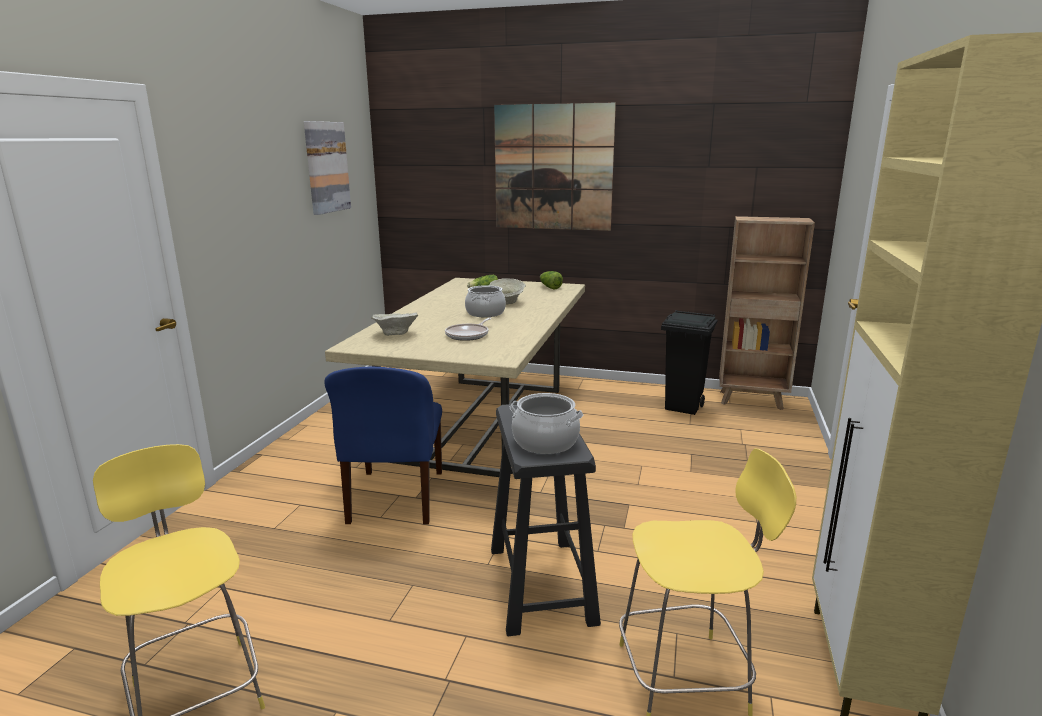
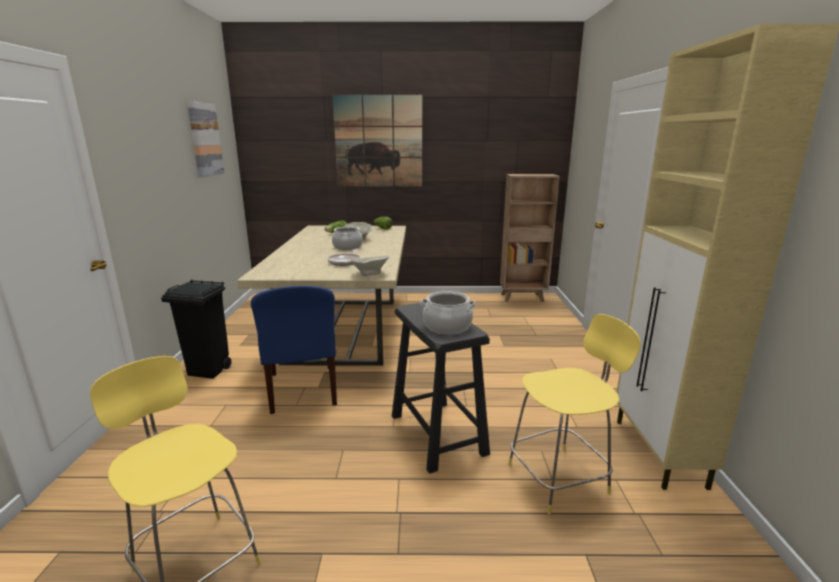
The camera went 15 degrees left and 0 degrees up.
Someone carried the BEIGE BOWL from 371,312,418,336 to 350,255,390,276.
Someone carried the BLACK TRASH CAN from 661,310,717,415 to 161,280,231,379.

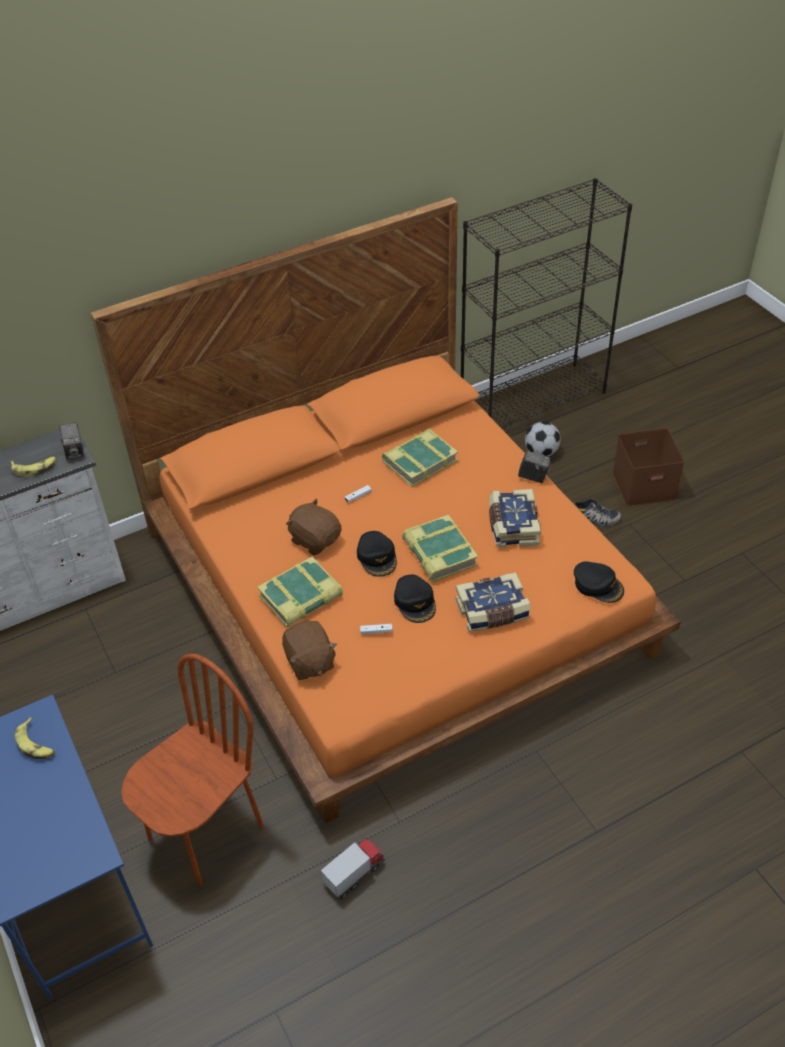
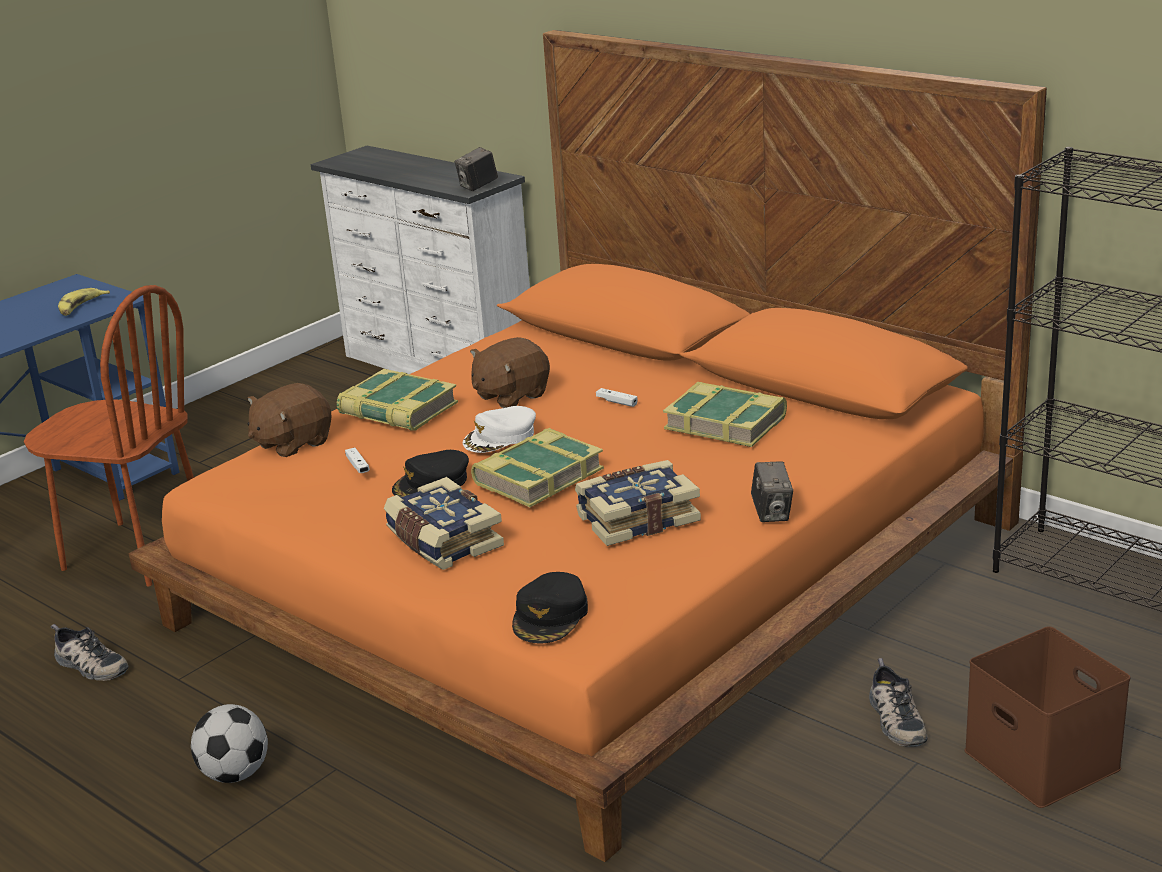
The camera went 70 degrees right and 20 degrees down.
Someone took away the BANANA at 10,457,56,477.
Someone rotated the BROWN PLUSH TOY at 286,498,341,555 by 150 degrees counterclockwise.
Someone swapped the TOY TRUCK at 320,838,385,899 for the SHOE at 51,624,129,681.
Someone repainted the BLACK CAP at 357,531,397,577, which became the WHITE CAP at 463,406,536,453.
Someone carried the FOOTBALL from 525,422,561,457 to 191,704,268,783.

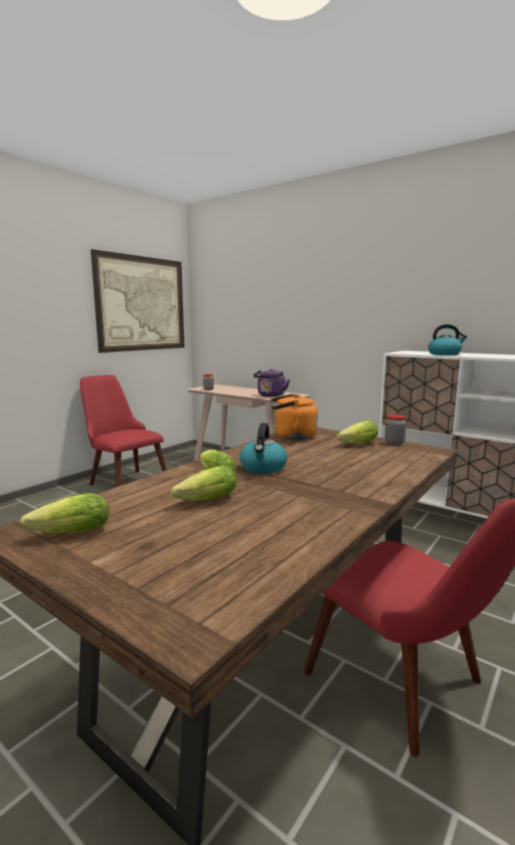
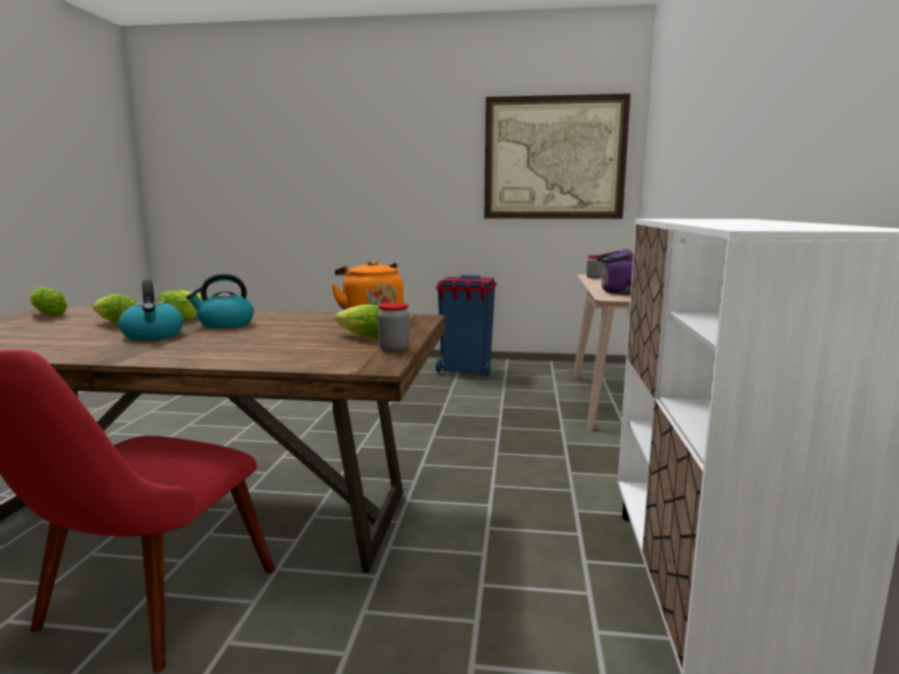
The camera went 60 degrees right and 0 degrees up.
Someone swapped the RED CHAIR at 80,375,167,487 for the BLUE TRASH CAN at 436,275,497,376.
Someone carried the KETTLE from 428,324,467,355 to 118,280,184,340.

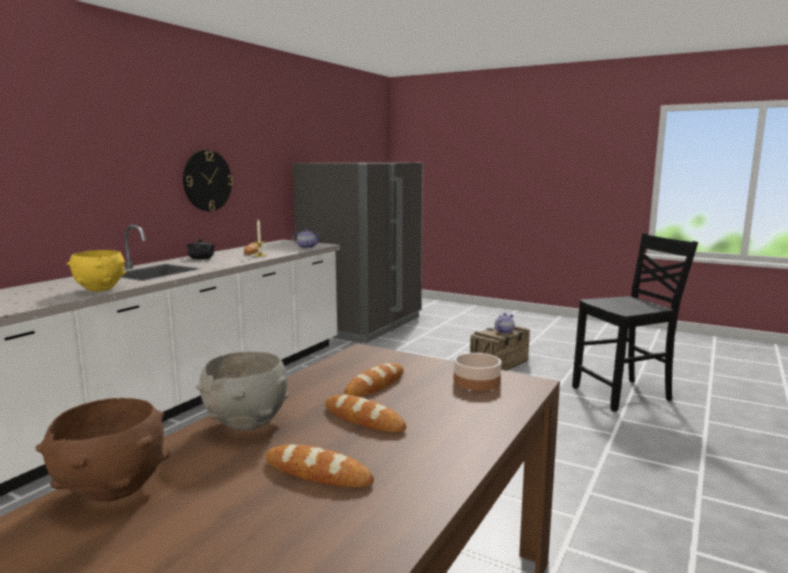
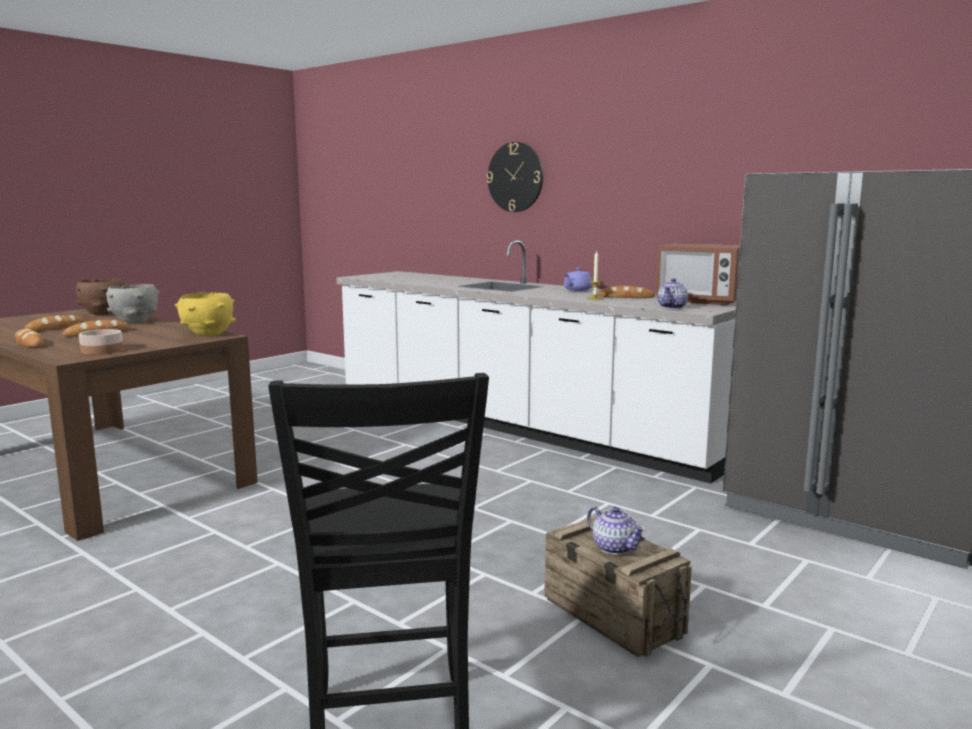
The camera went 100 degrees right and 0 degrees up.
Someone carried the YELLOW BOWL from 67,250,126,292 to 175,293,236,336.
Someone carried the WALL CLOCK from 183,150,233,211 to 487,142,543,212.
Someone repainted the BLACK TEAPOT at 187,239,215,259, which became the PURPLE TEAPOT at 564,268,593,291.
Someone carried the BREAD from 344,363,404,397 to 15,329,44,347.
Someone put down the MICROWAVE at 655,243,740,305.

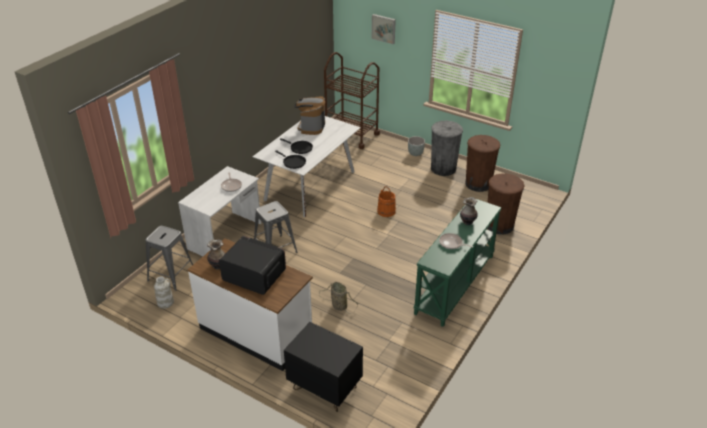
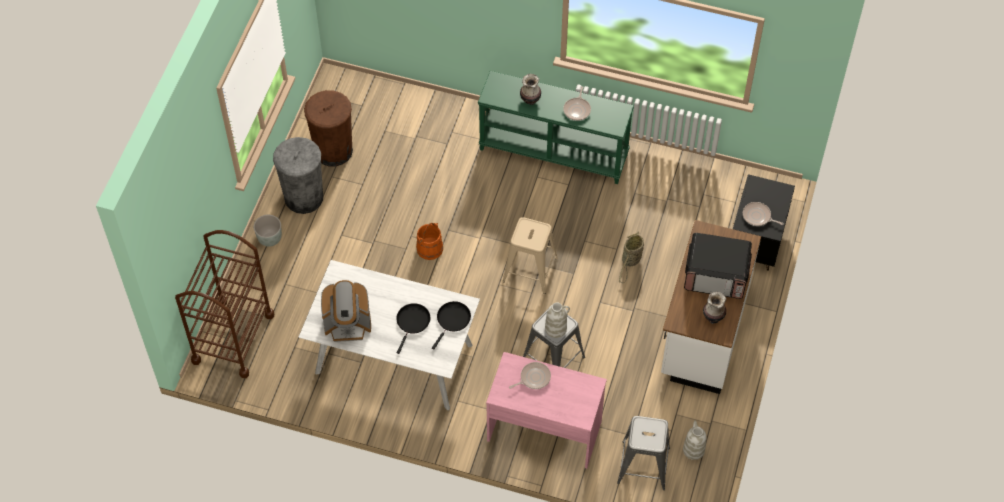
The camera went 105 degrees left and 20 degrees up.
Someone repainted the WHITE DESK at 178,166,261,256, which became the PINK DESK at 486,352,607,468.
Someone rotated the MICROWAVE at 219,236,286,295 by 90 degrees counterclockwise.
Someone took away the PICTURE at 372,14,396,44.
Someone took away the BROWN TRASH CAN at 487,173,525,235.
Someone put down the BEIGE STOOL at 502,217,558,294.
Someone put down the WHITE VASE at 545,302,570,338.
Someone put down the FRYING PAN at 743,202,784,226.

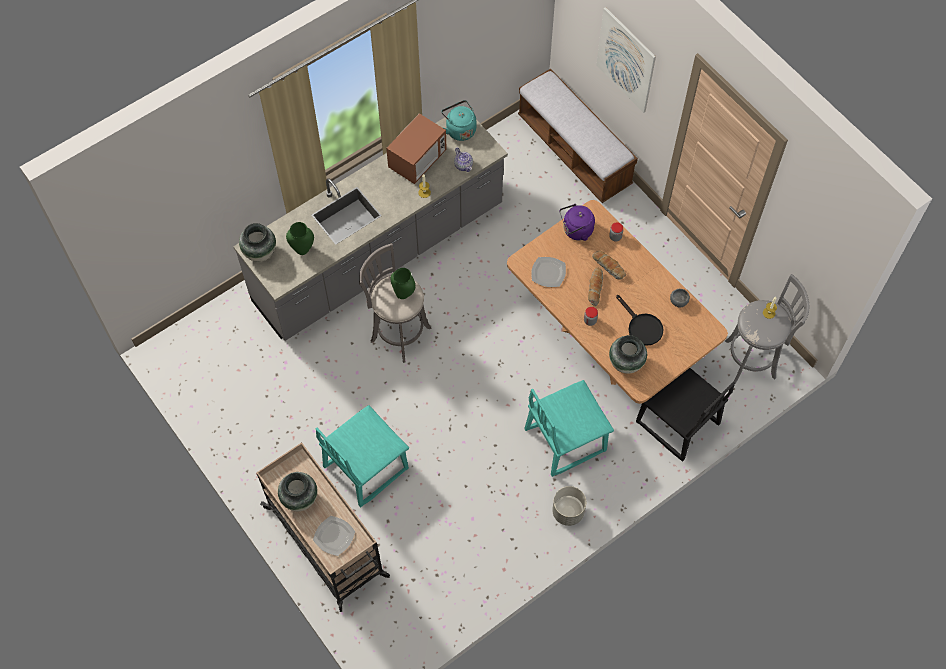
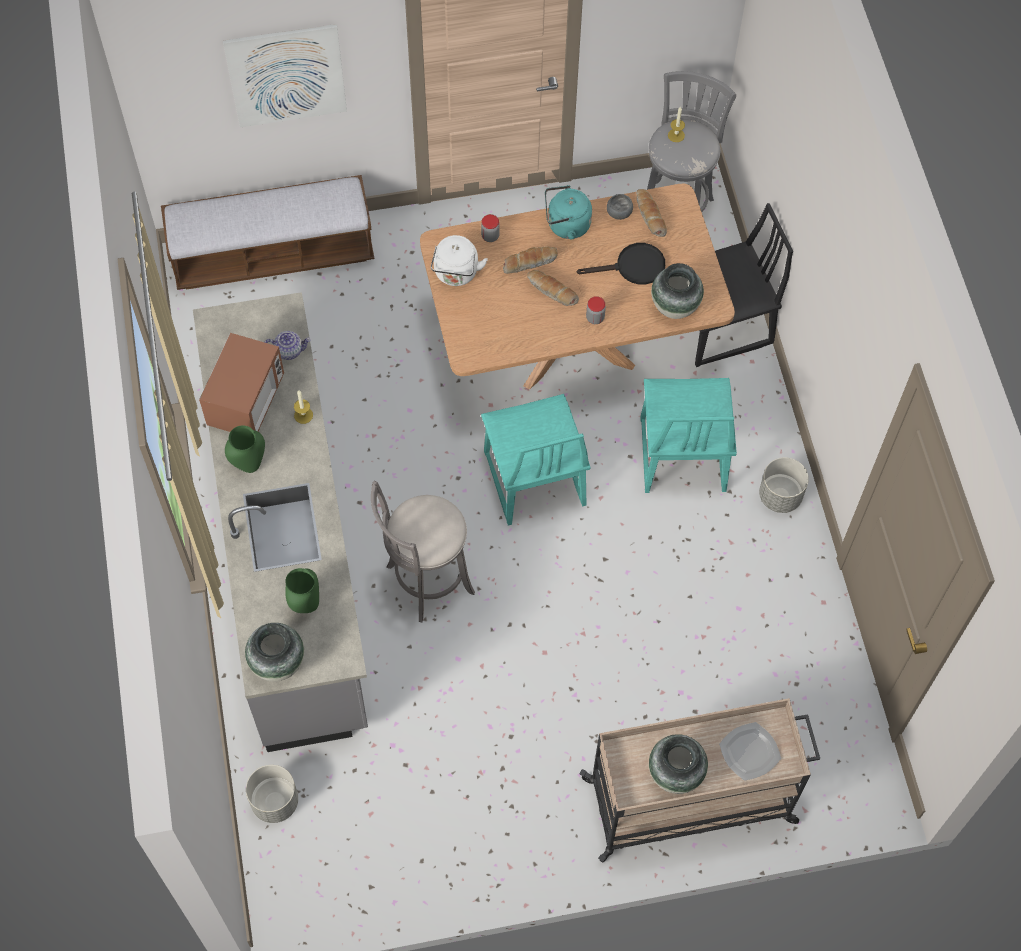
The camera went 65 degrees left and 0 degrees up.
Someone carried the TURQUOISE CHAIR from 316,405,409,508 to 481,394,591,526.
Someone rotated the MICROWAVE at 386,113,447,184 by 45 degrees clockwise.
Someone carried the GREEN VASE from 391,268,415,299 to 225,425,265,473.
Someone carried the TURQUOISE KETTLE from 441,100,476,141 to 545,185,592,240.
Someone took away the PLATE at 531,257,566,287.
Someone repainted the PURPLE KETTLE at 559,204,595,241, which became the WHITE KETTLE at 431,235,488,286.
Someone put down the GREY PLANTER at 246,765,298,823.
Someone put down the BREAD at 636,189,667,237.

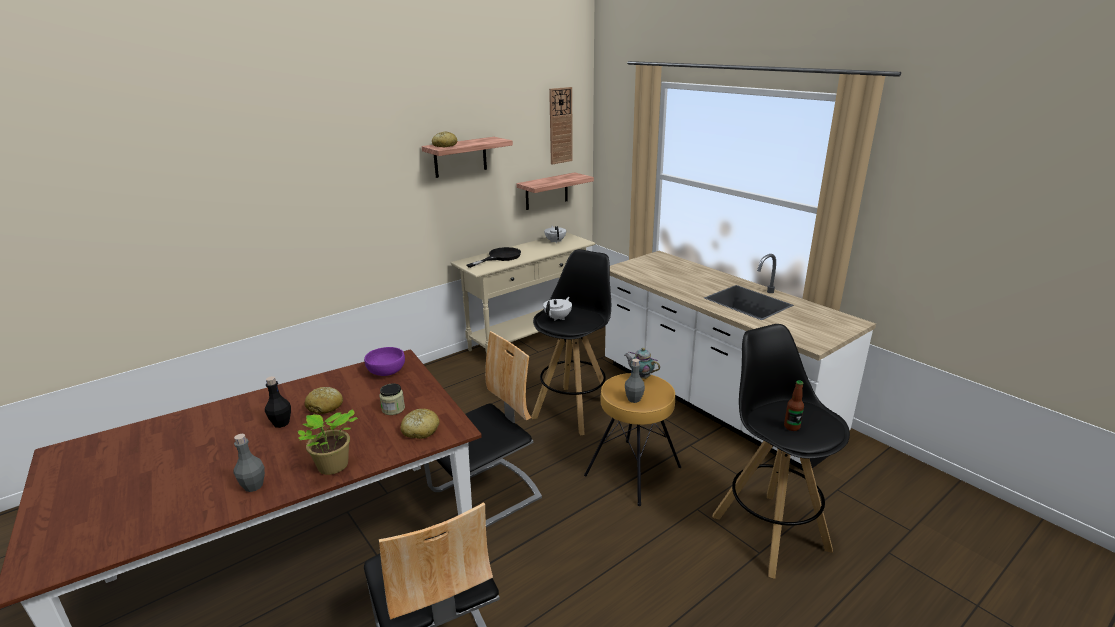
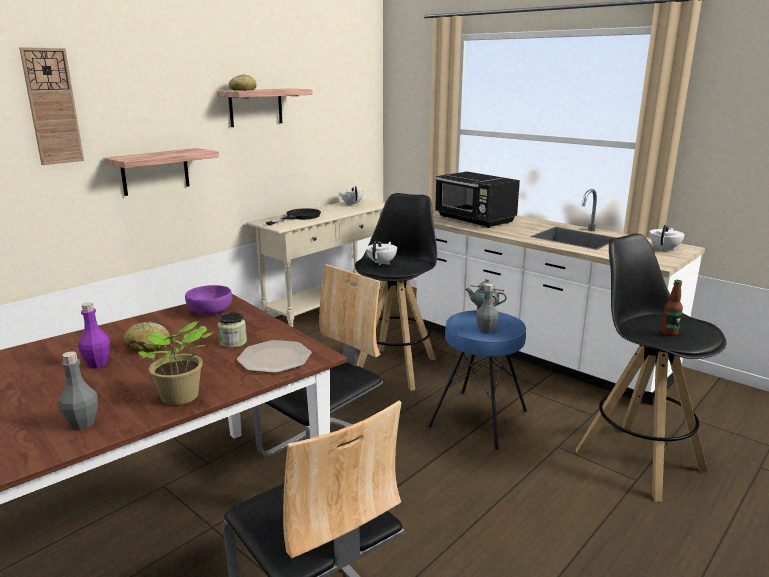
The camera went 10 degrees left and 5 degrees down.
Someone repainted the BLACK BOTTLE at 265,376,291,428, which became the PURPLE BOTTLE at 78,302,110,368.
Someone swapped the BREAD at 400,409,440,439 for the PLATE at 237,340,312,373.
Someone carried the SHELF from 516,172,594,210 to 104,148,219,196.
Someone carried the WALL CLOCK from 549,87,573,164 to 19,47,84,165.
Someone repainted the BROWN STOOL at 584,373,681,506, which became the BLUE STOOL at 428,310,527,450.
Someone put down the BLACK MICROWAVE at 435,172,520,228.
Someone put down the WHITE TEAPOT at 649,225,685,251.

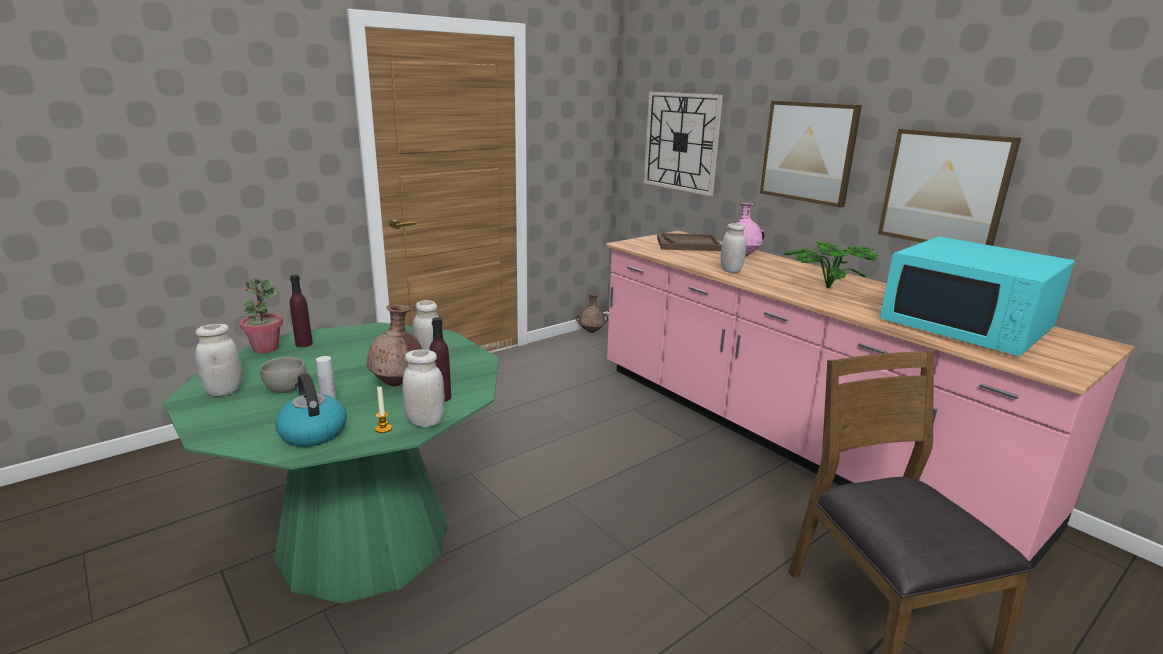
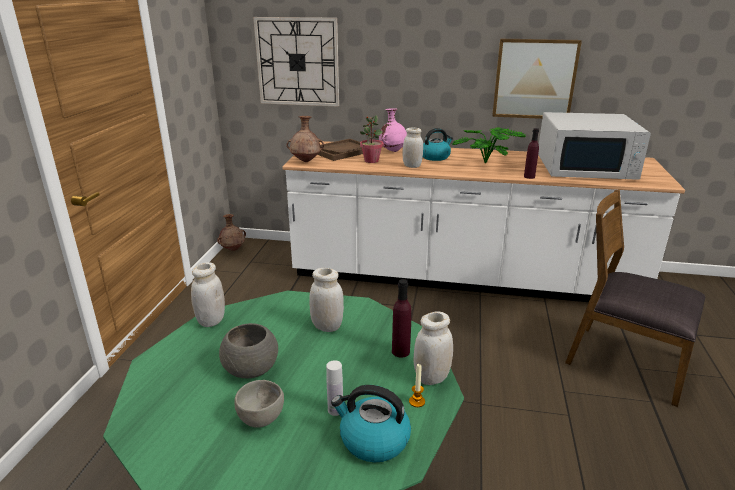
The camera went 40 degrees left and 5 degrees up.
Someone carried the WHITE JAR from 195,324,242,396 to 191,262,225,327.
Someone carried the POTTED PLANT from 240,277,283,353 to 360,115,383,163.
Someone carried the PURPLE BOTTLE from 290,275,313,347 to 524,128,539,179.
Someone carried the BROWN VASE from 367,304,422,387 to 286,116,324,162.
Someone repainted the PINK COUNTER at 606,231,1135,568, which became the WHITE COUNTER at 282,141,685,302.
Someone took away the PICTURE at 760,101,862,208.
Someone repainted the TURQUOISE MICROWAVE at 880,237,1075,356, which became the WHITE MICROWAVE at 538,112,651,180.
Someone put down the GREY BOWL at 219,323,278,378.
Someone put down the KETTLE at 423,128,453,161.

